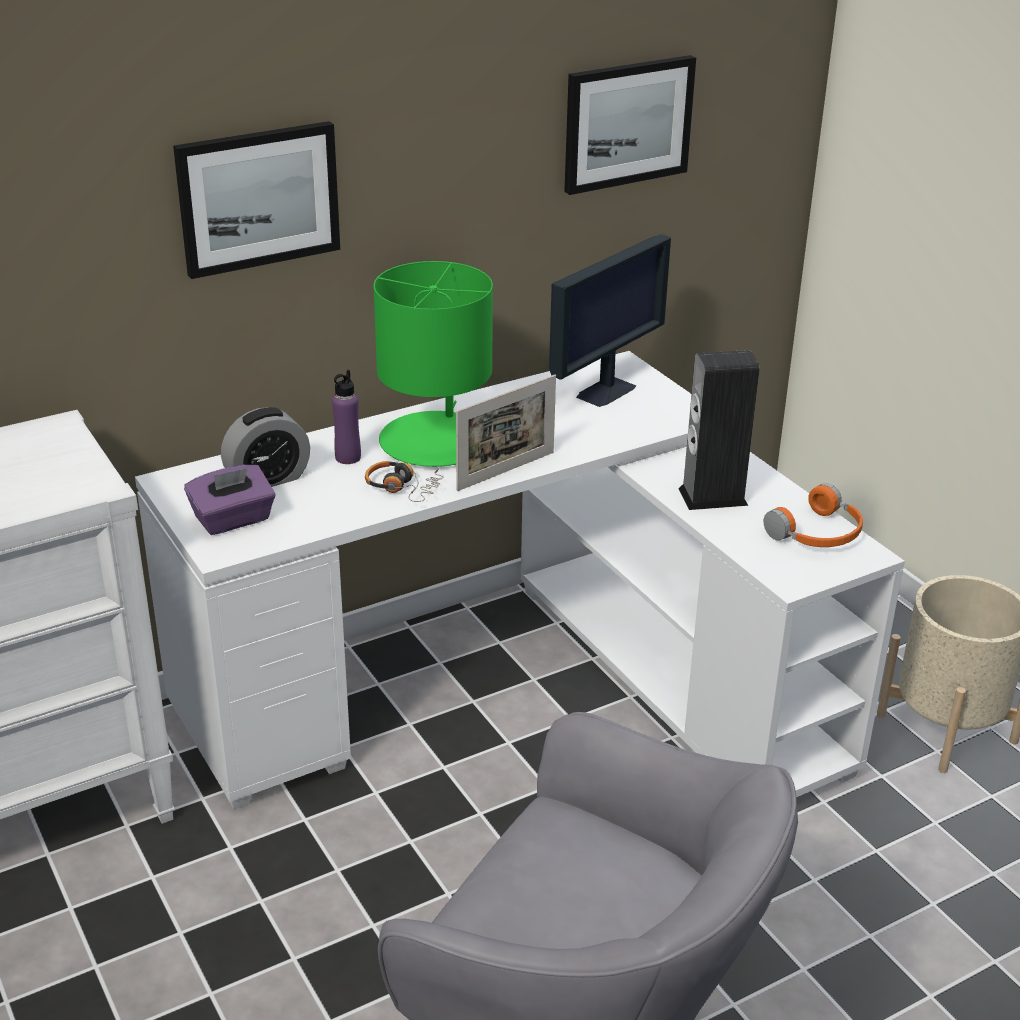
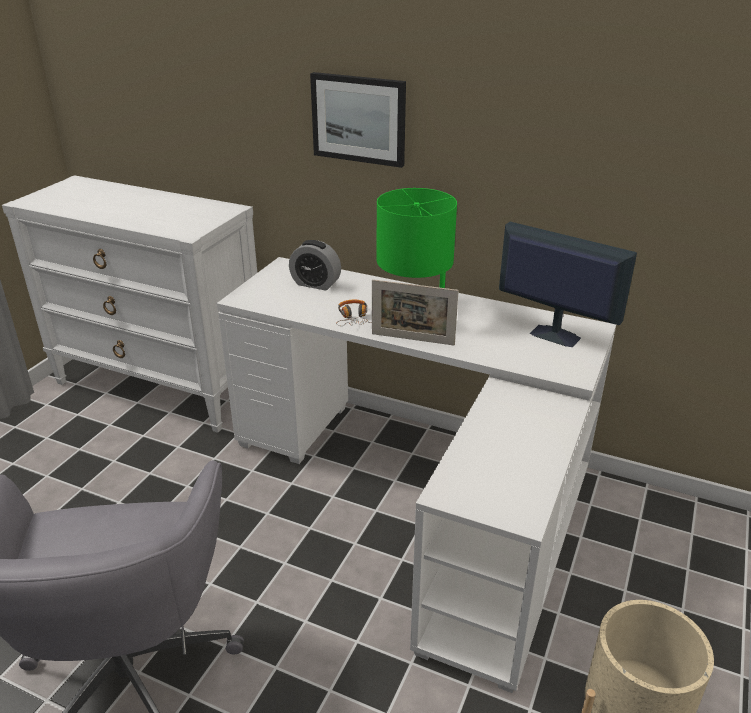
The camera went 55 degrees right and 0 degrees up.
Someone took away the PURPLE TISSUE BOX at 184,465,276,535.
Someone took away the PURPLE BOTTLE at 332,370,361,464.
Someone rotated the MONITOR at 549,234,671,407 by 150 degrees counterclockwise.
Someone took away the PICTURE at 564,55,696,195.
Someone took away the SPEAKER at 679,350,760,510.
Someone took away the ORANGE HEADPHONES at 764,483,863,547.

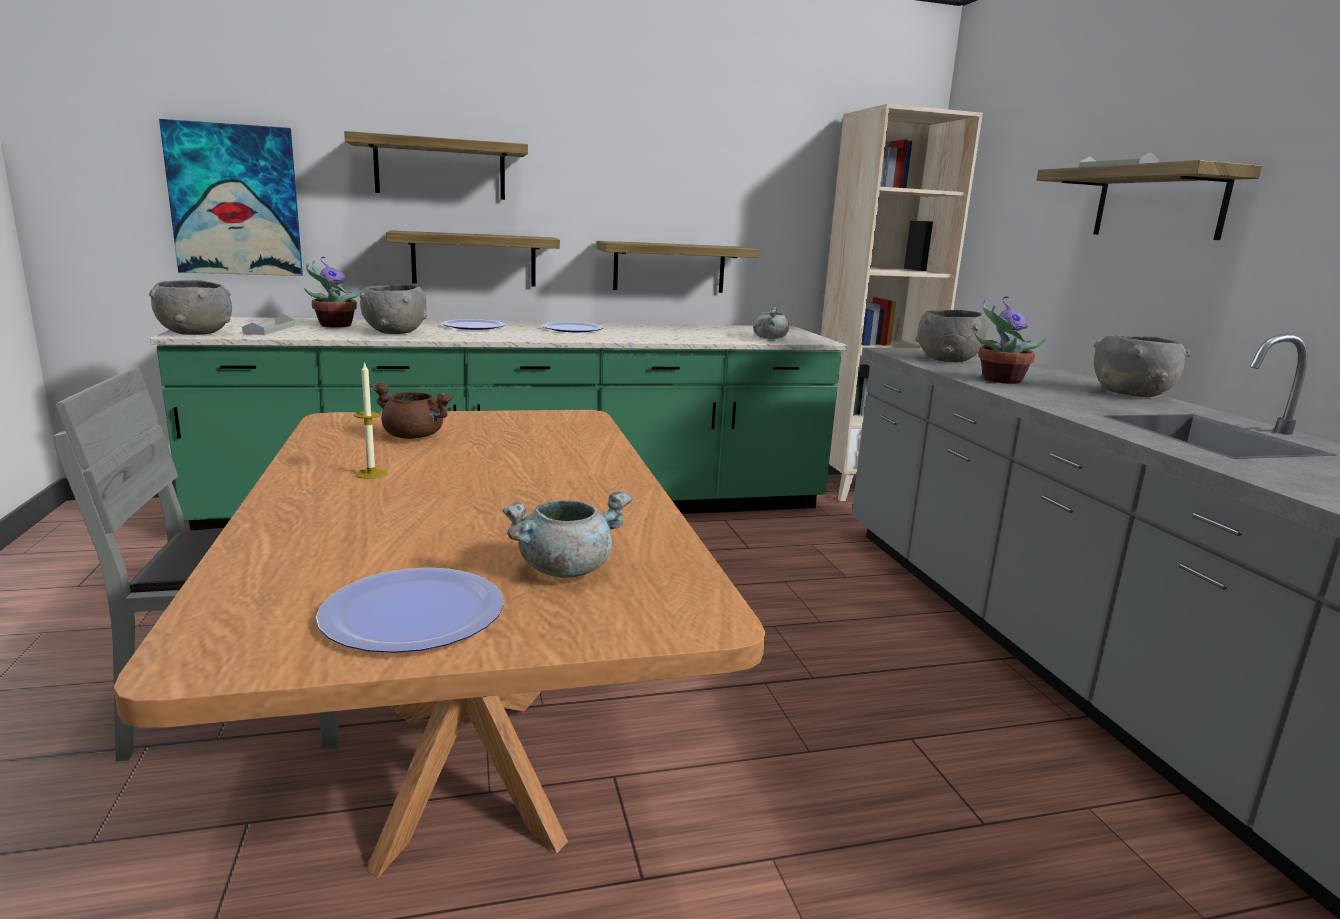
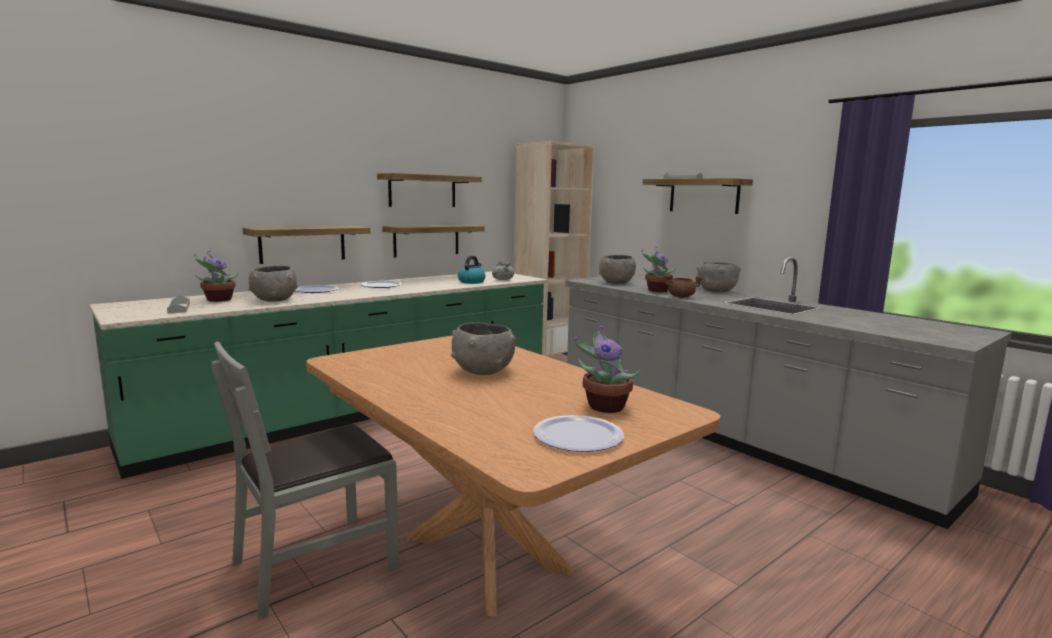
The camera went 25 degrees left and 5 degrees down.
Someone carried the GREY BOWL from 149,280,232,335 to 451,322,515,375.
Someone took away the PICTURE at 159,119,303,276.
Someone carried the SHELF from 344,131,528,200 to 377,173,482,207.
Someone took away the CANDLE at 354,361,387,479.
Someone carried the BROWN COOKING POT from 372,382,453,439 to 665,274,703,298.
Someone swapped the GREY COOKING POT at 503,491,632,578 for the POTTED PLANT at 574,326,641,413.
Someone put down the KETTLE at 458,256,486,284.

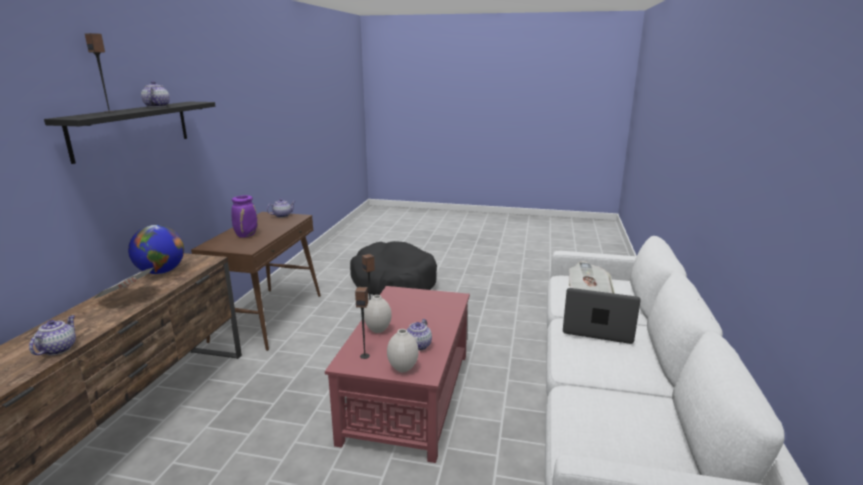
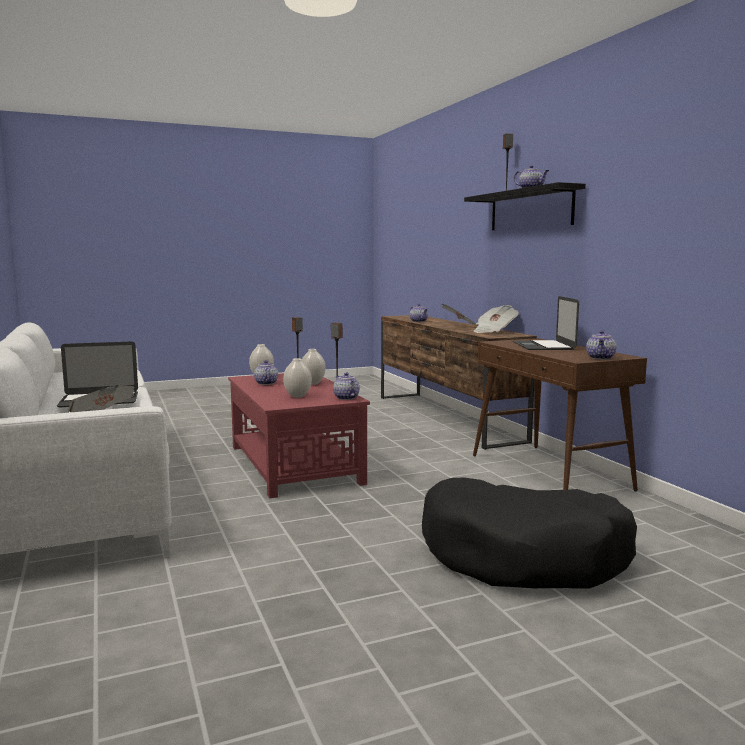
The camera went 145 degrees right and 10 degrees down.
Someone swapped the GLOBE at 128,225,184,274 for the NEWSPAPER at 474,305,519,333.
Someone swapped the PURPLE VASE at 231,195,257,238 for the LAPTOP at 513,296,579,350.
Someone put down the WHITE VASE at 283,358,312,398.
Someone put down the TEAPOT at 333,372,360,400.

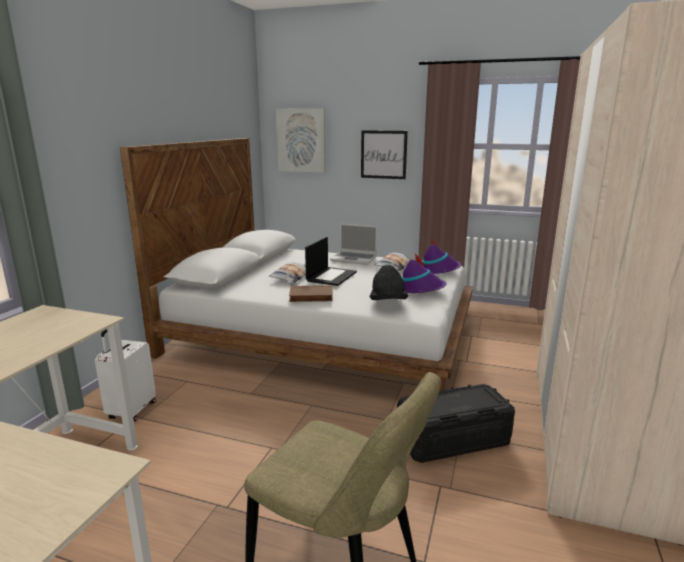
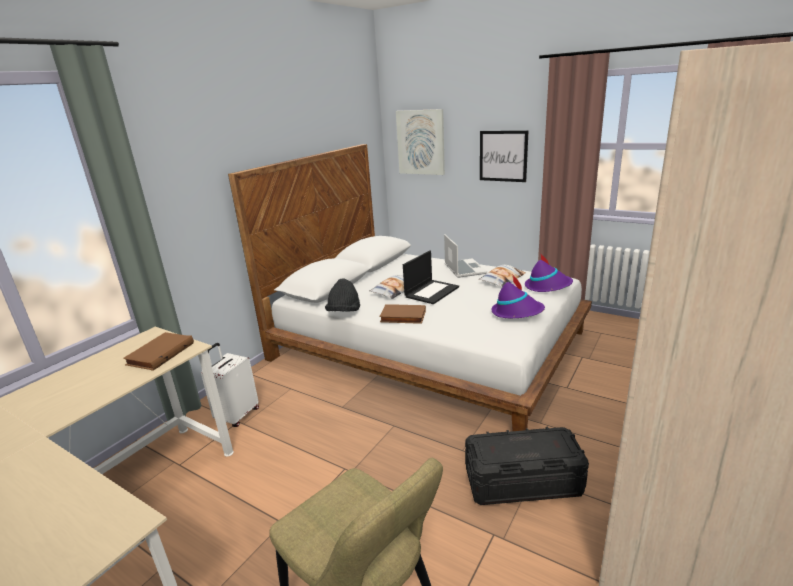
The camera went 15 degrees right and 5 degrees up.
Someone rotated the LAPTOP at 330,224,378,265 by 135 degrees counterclockwise.
Someone carried the BLACK HAT from 370,265,408,300 to 325,278,360,312.
Someone put down the BROWN BOOK at 123,332,194,371.

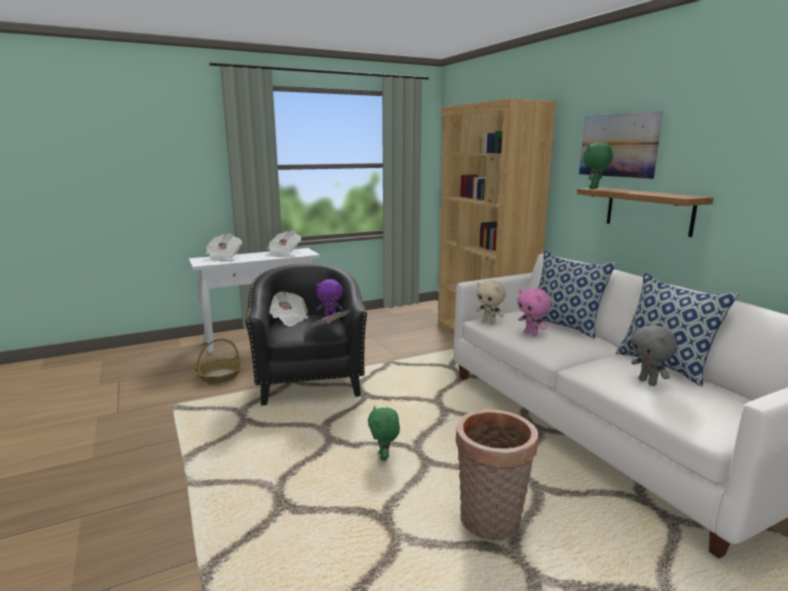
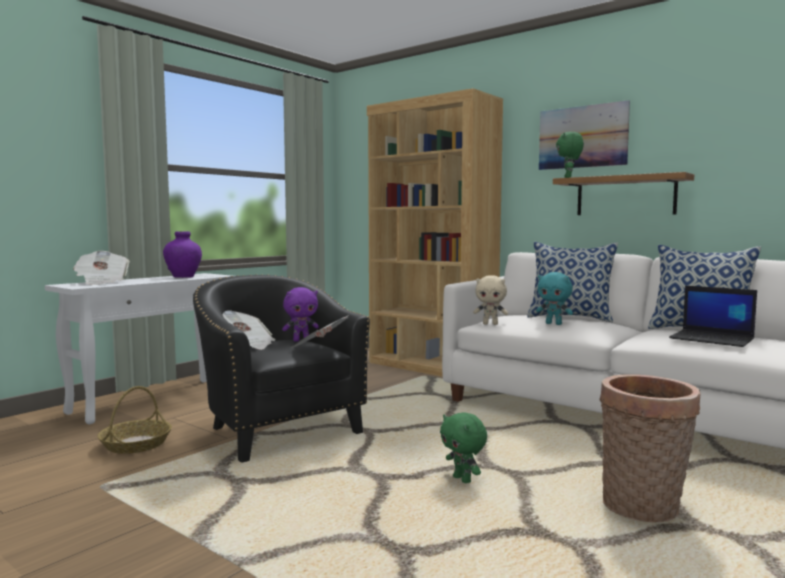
The camera went 25 degrees left and 10 degrees down.
Someone swapped the NEWSPAPER at 267,231,301,257 for the PURPLE VASE at 163,231,202,278.
Someone repainted the PINK PLUSH TOY at 517,288,551,336, which became the TURQUOISE PLUSH TOY at 536,272,573,325.
Someone swapped the GREY PLUSH TOY at 631,325,677,386 for the LAPTOP at 669,286,757,347.

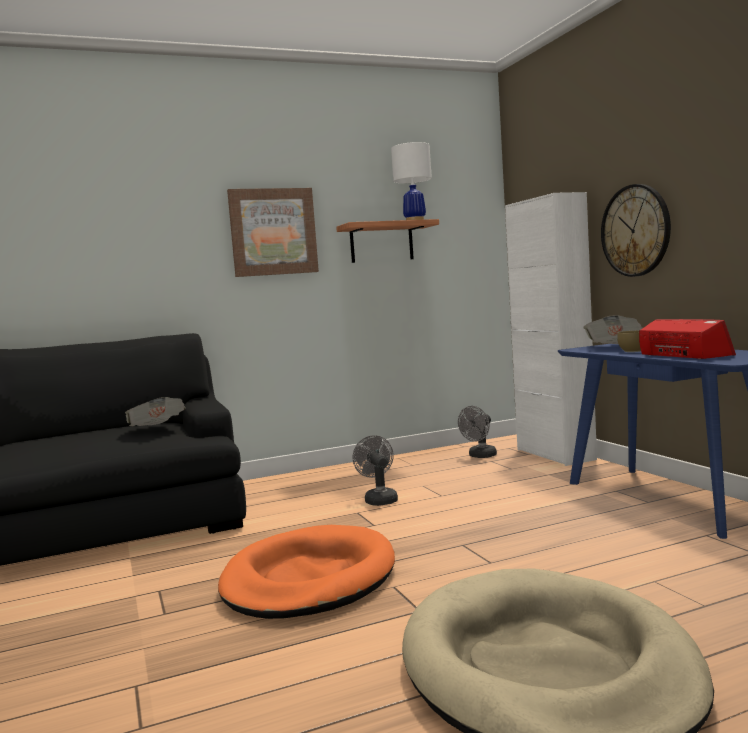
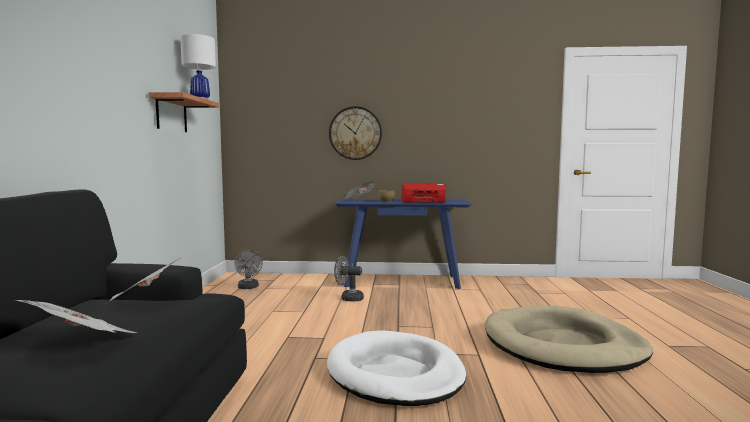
The camera went 65 degrees left and 0 degrees up.
Someone repainted the ORANGE DOG BED at 218,525,395,619, which became the WHITE DOG BED at 327,330,466,406.
Someone took away the PICTURE at 227,188,319,277.
Someone carried the GREY FAN from 353,435,398,506 to 334,256,364,302.
Someone took away the WHITE CABINET at 505,192,597,466.
Someone put down the NEWSPAPER at 16,300,138,333.

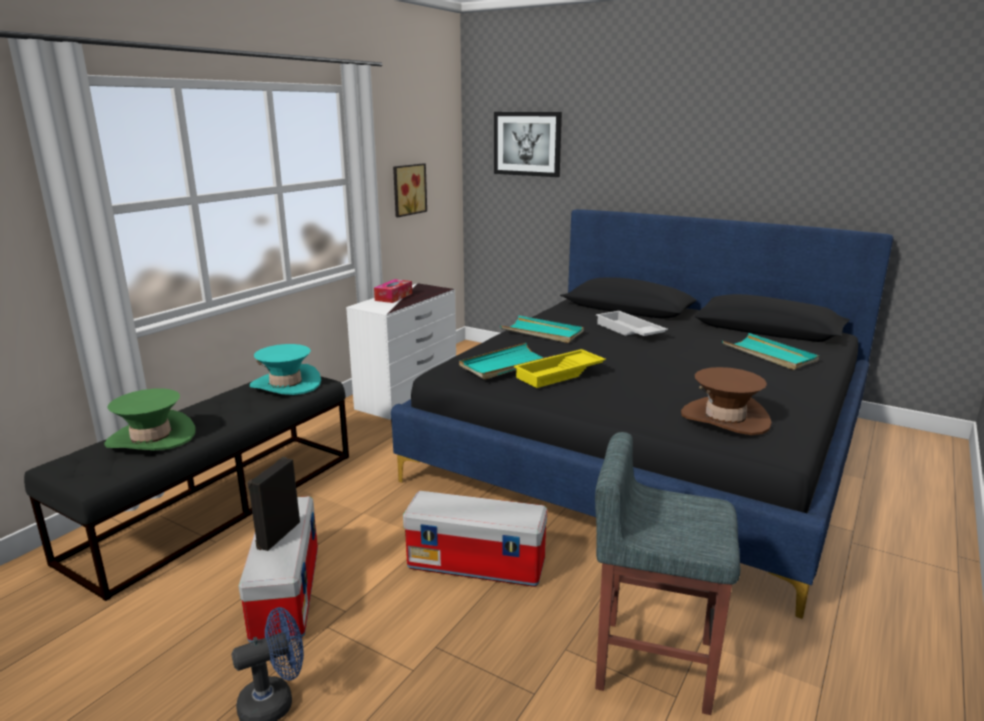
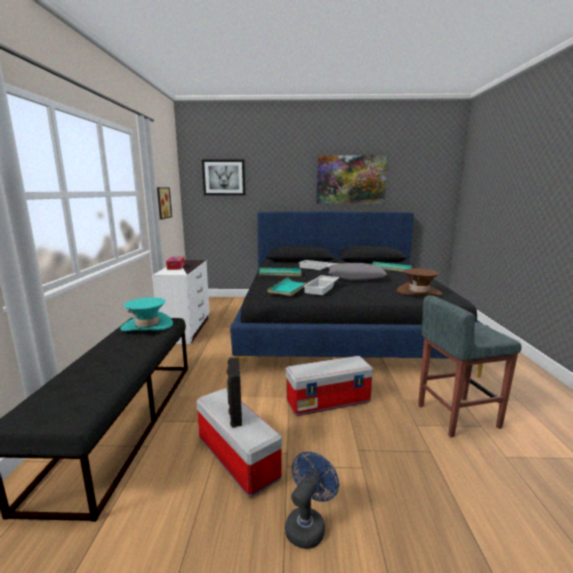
The camera went 30 degrees left and 5 degrees down.
Someone took away the GREEN HAT at 104,388,195,450.
Someone repainted the YELLOW TRAY at 514,349,606,388, which became the WHITE TRAY at 303,275,340,295.
Someone put up the PICTURE at 316,155,388,204.
Someone put down the GREY PILLOW at 329,263,387,281.

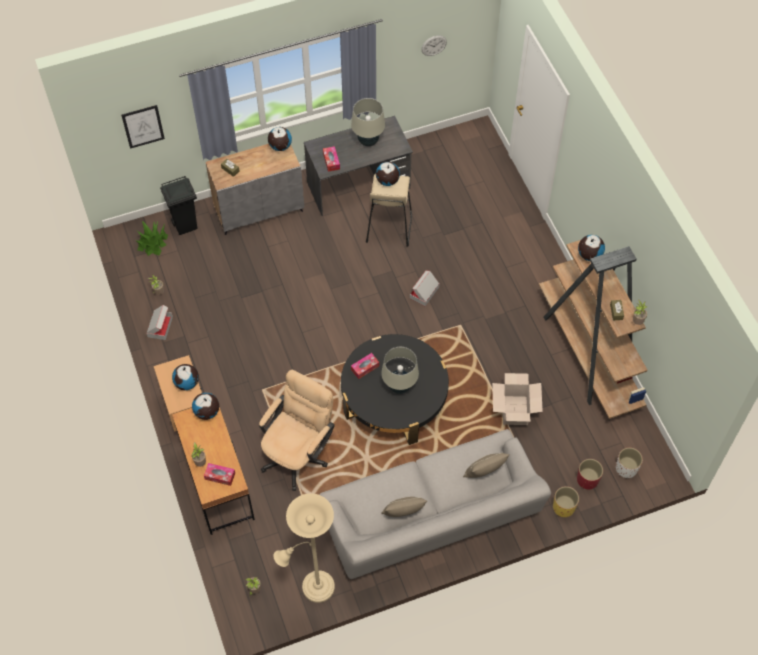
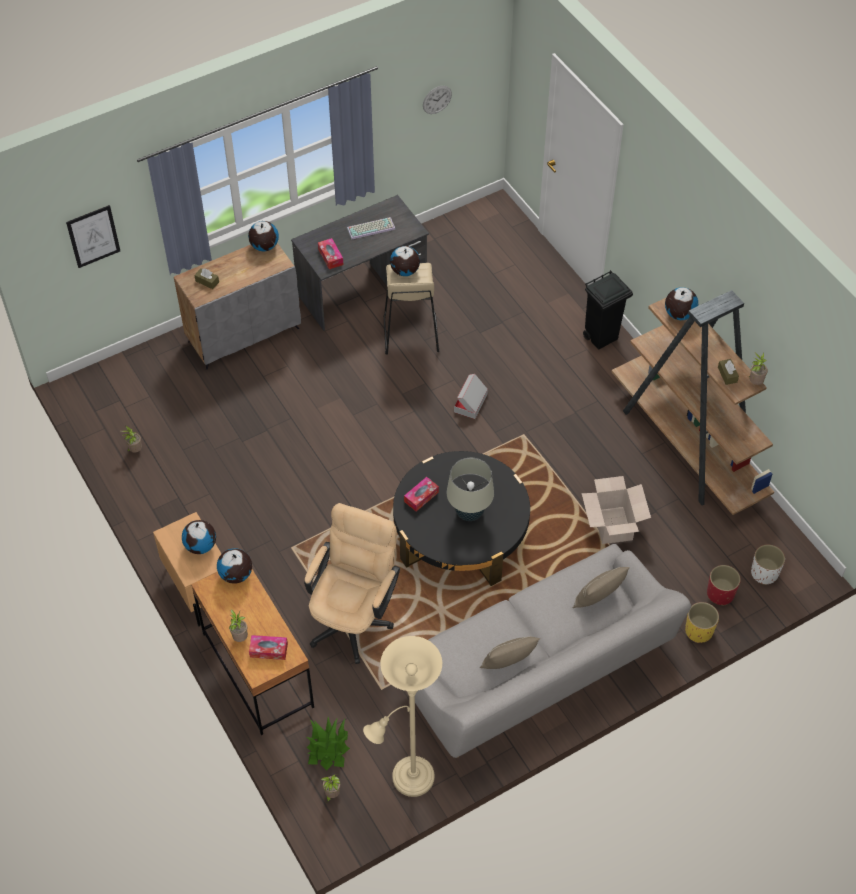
The camera went 10 degrees left and 5 degrees down.
Someone carried the POTTED PLANT from 136,221,168,256 to 307,717,350,770.
Someone took away the CARDBOARD BOX at 147,305,173,340.
Someone carried the BLACK TRASH CAN from 160,176,198,235 to 583,270,633,350.
Someone swapped the BEIGE TABLE LAMP at 351,98,385,146 for the KEYBOARD at 347,217,395,240.

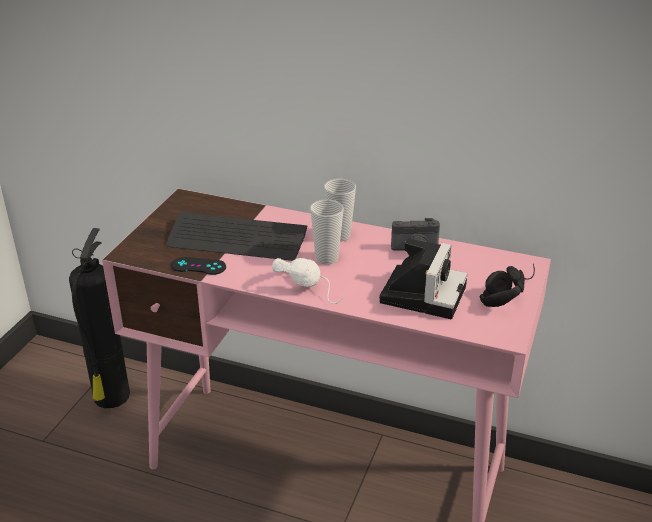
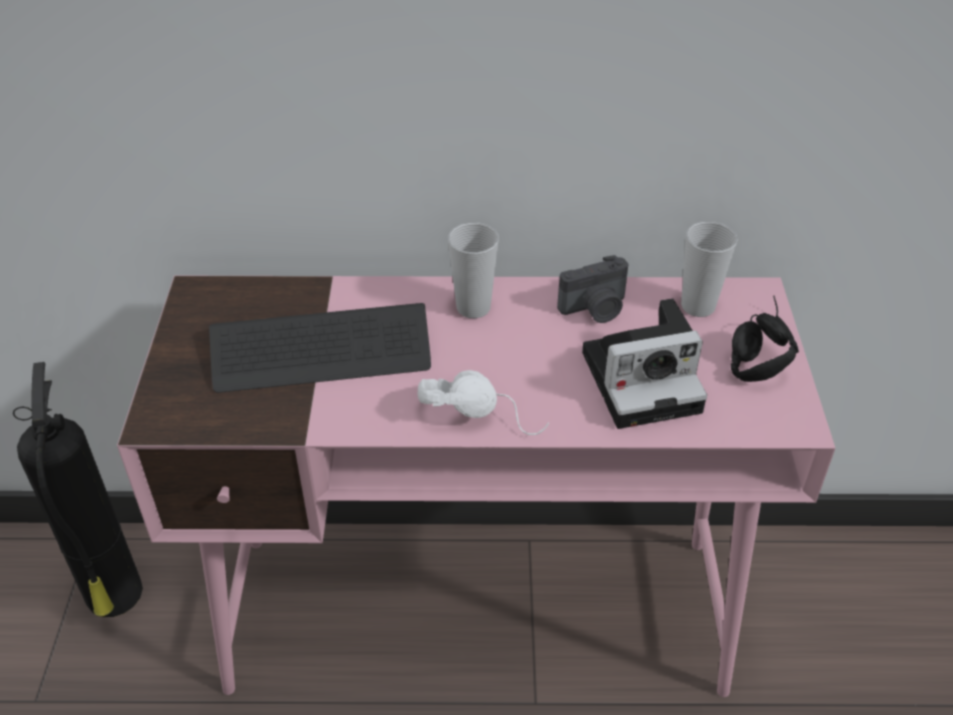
The camera went 20 degrees left and 10 degrees up.
Someone took away the BLACK GAME CONTROLLER at 171,257,226,275.
Someone carried the CUP from 310,199,344,265 to 681,221,738,317.
Someone rotated the PHOTO CAMERA at 379,239,468,319 by 75 degrees clockwise.

